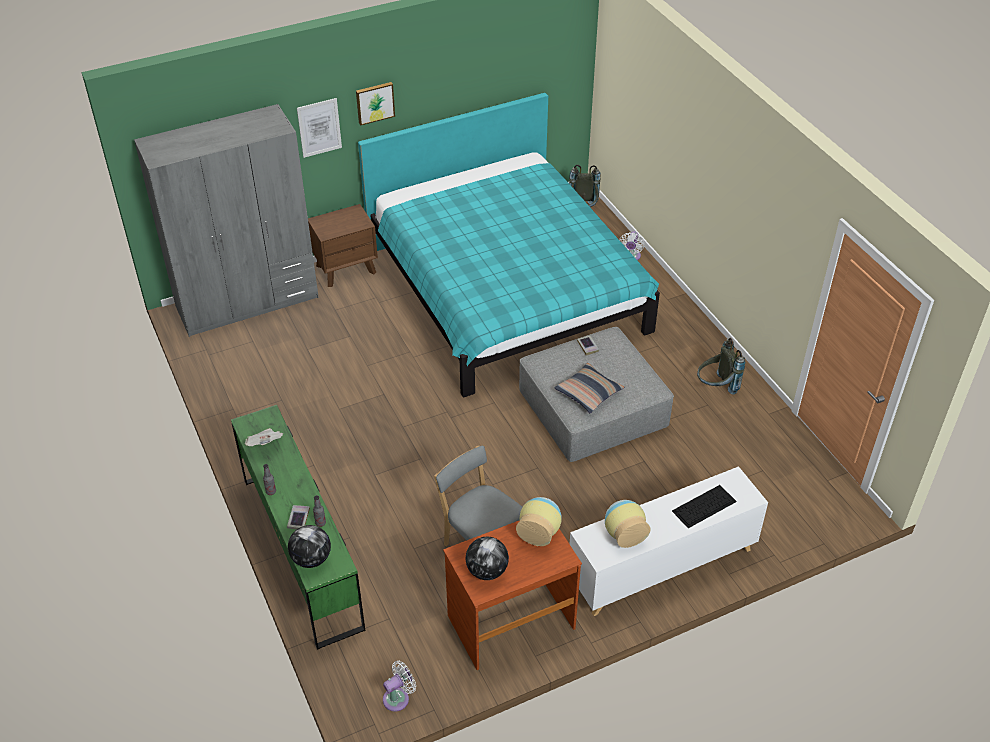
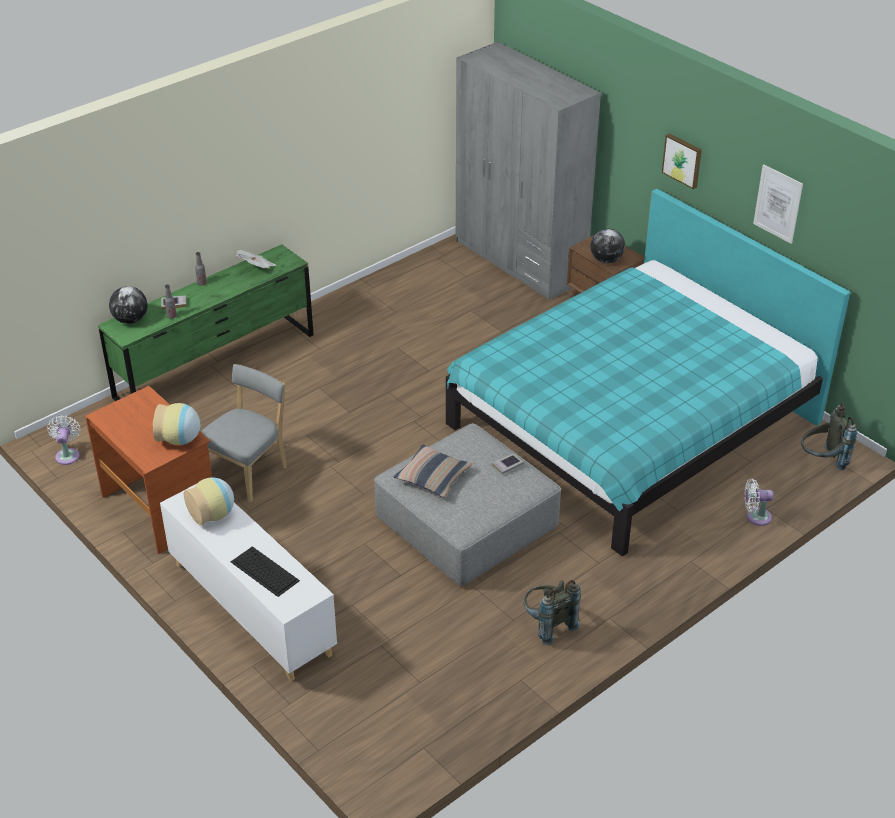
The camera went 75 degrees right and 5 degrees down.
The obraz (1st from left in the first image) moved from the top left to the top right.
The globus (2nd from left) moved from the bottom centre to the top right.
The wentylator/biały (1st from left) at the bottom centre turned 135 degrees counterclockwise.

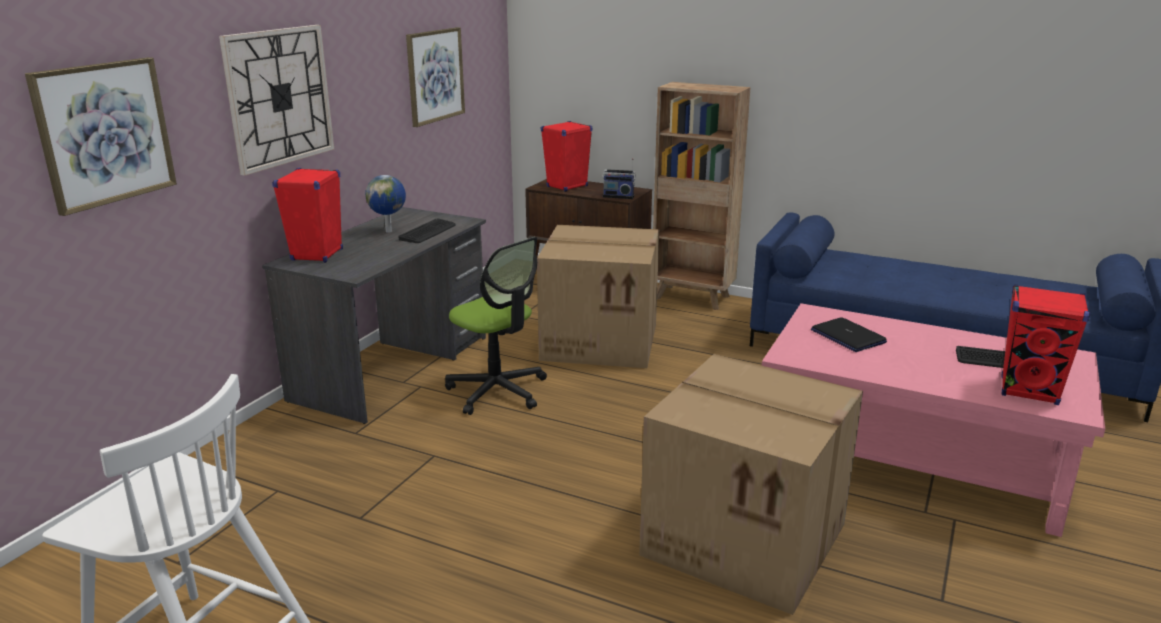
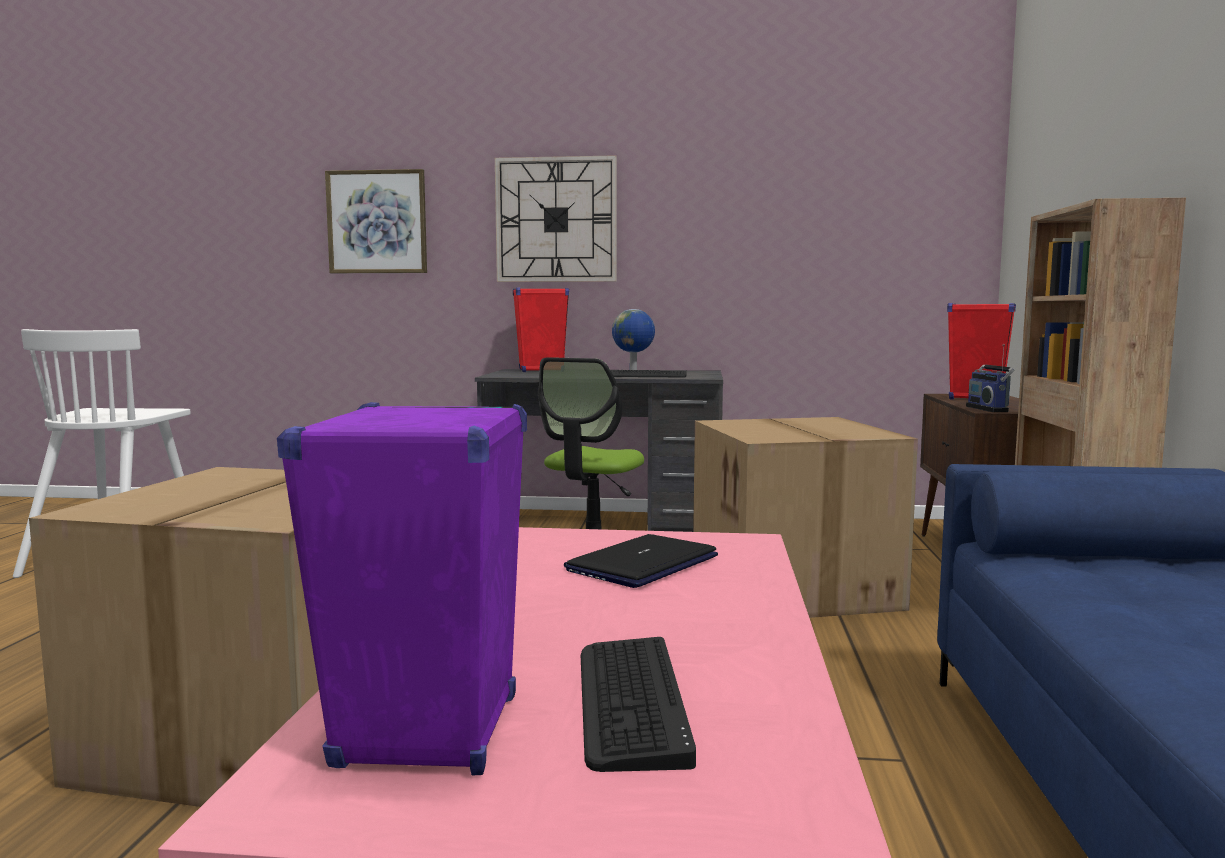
The camera went 70 degrees right and 15 degrees down.
The obraz (2nd from left) at the top centre disappeared.
The głośnik/czerwony (3rd from left) at the middle right became the głośnik/fioletowy at the bottom left.

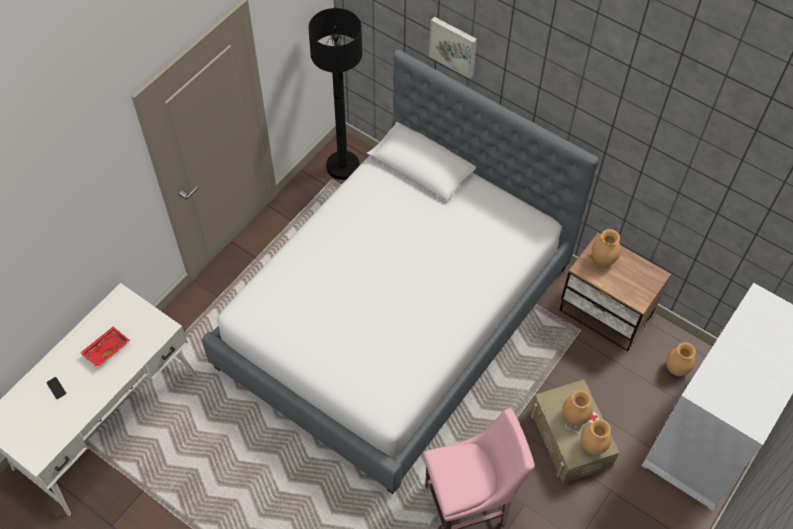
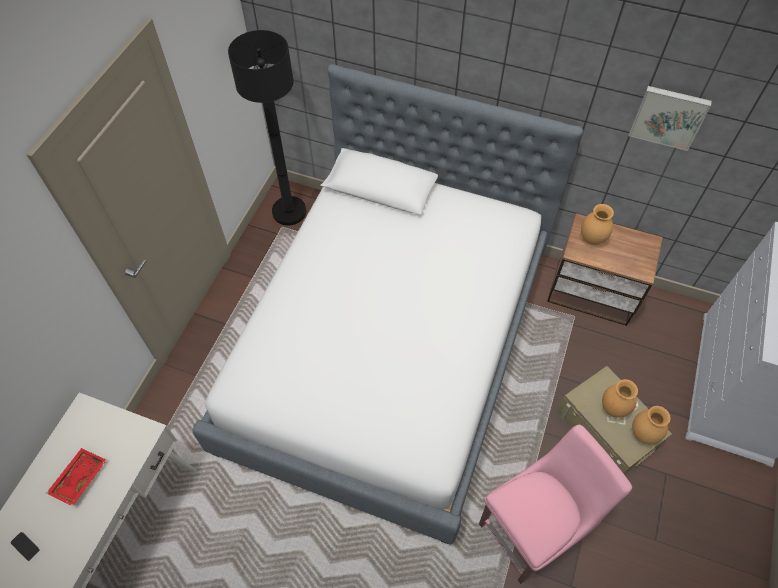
The camera went 15 degrees left and 0 degrees up.
The obraz moved from the top centre to the top right.
The wazon/brązowy (4th from left) at the bottom right disappeared.

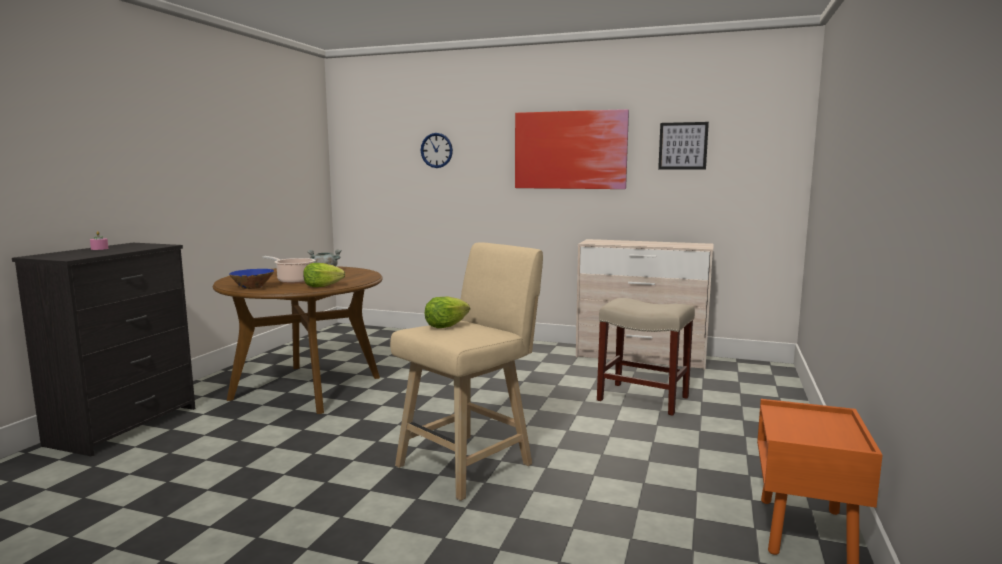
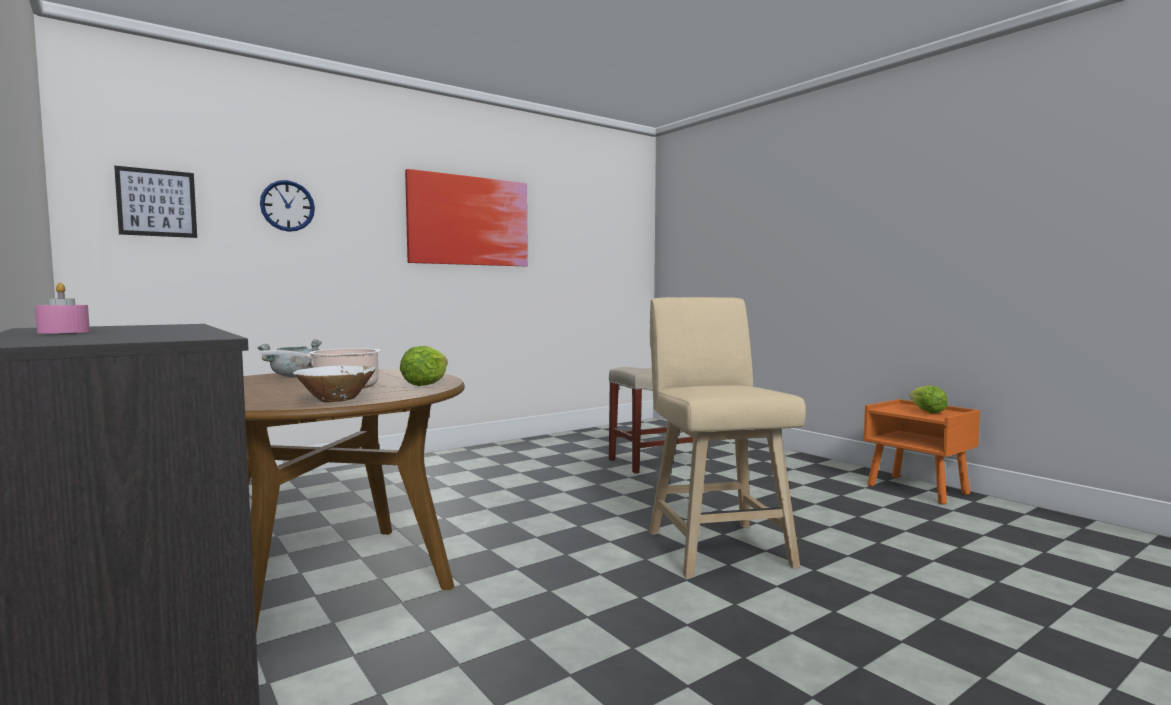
The camera went 55 degrees left and 5 degrees down.
The obraz (2nd from left in the first image) moved from the top right to the top left.
The komoda/beżowy at the centre disappeared.
The miska/niebieski at the middle left became the miska/biały at the middle left.
The sałata (2nd from left) moved from the centre to the middle right.

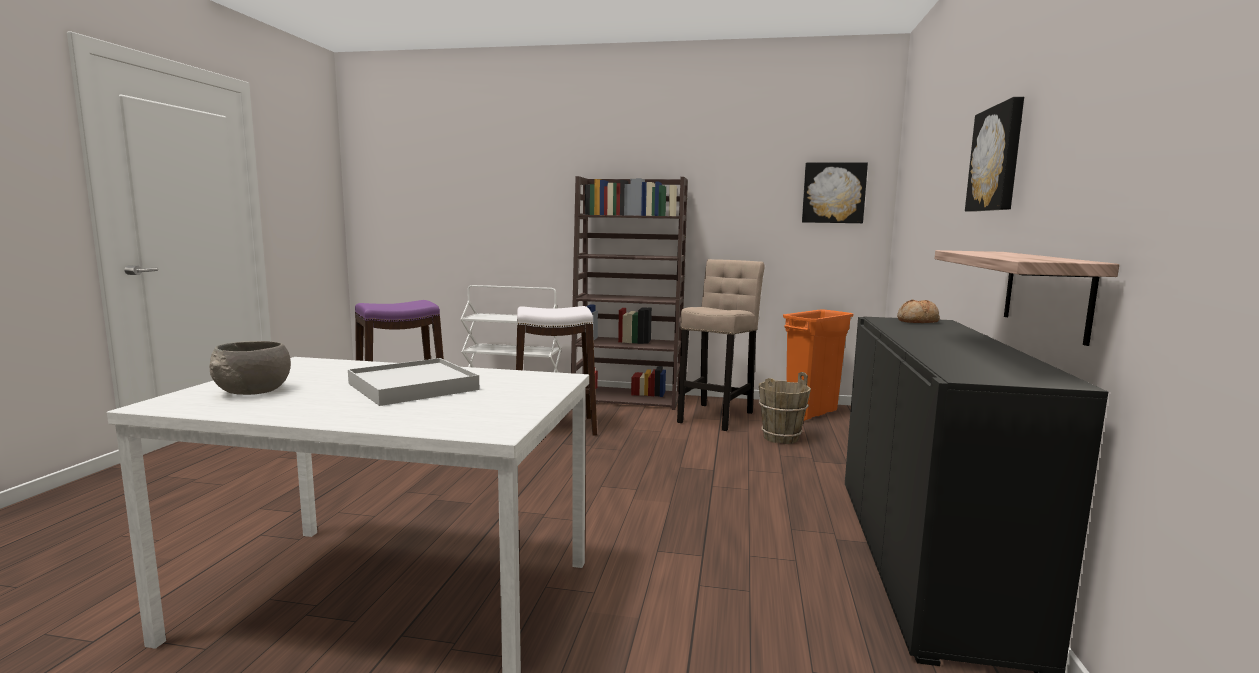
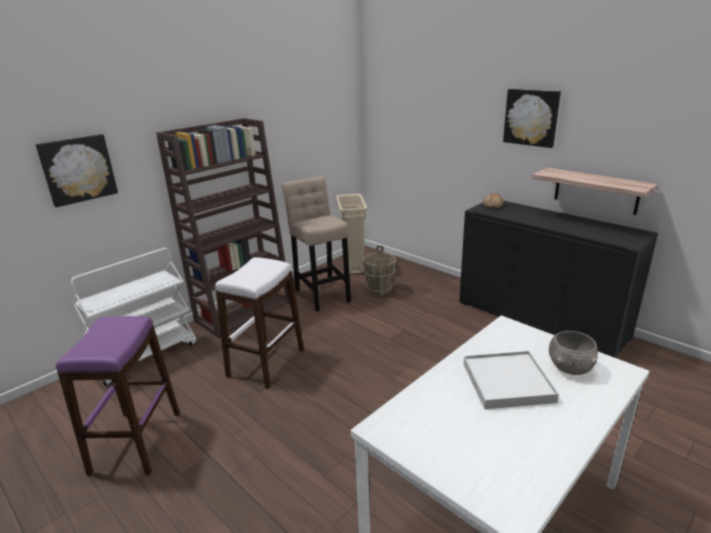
The camera went 55 degrees left and 15 degrees up.
The obraz (1st from left) moved from the top centre to the top left.
The kosz na śmieci/pomarańczowy at the centre became the kosz na śmieci/beżowy at the centre.
The miska/szary moved from the middle left to the middle right.

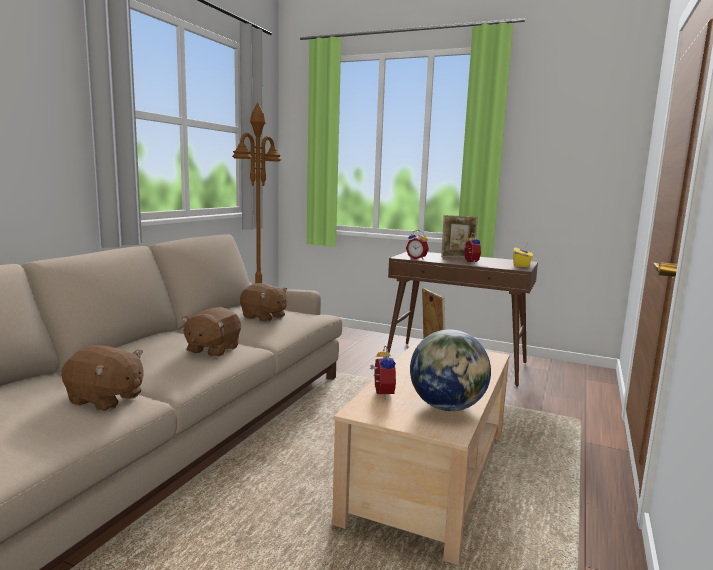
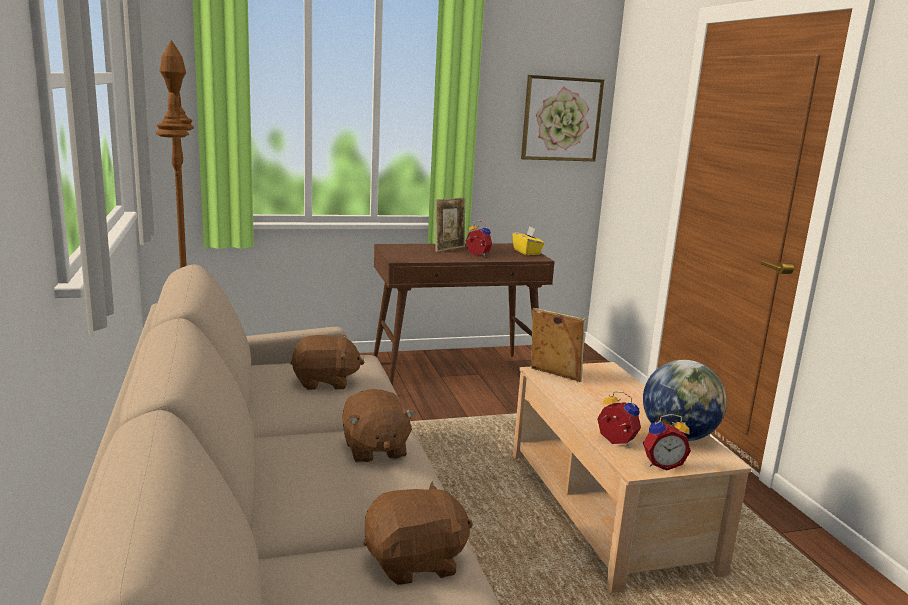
The camera went 40 degrees left and 5 degrees up.
The budzik (2nd from left in the first image) moved from the centre to the bottom right.
The obraz at the top centre appeared.

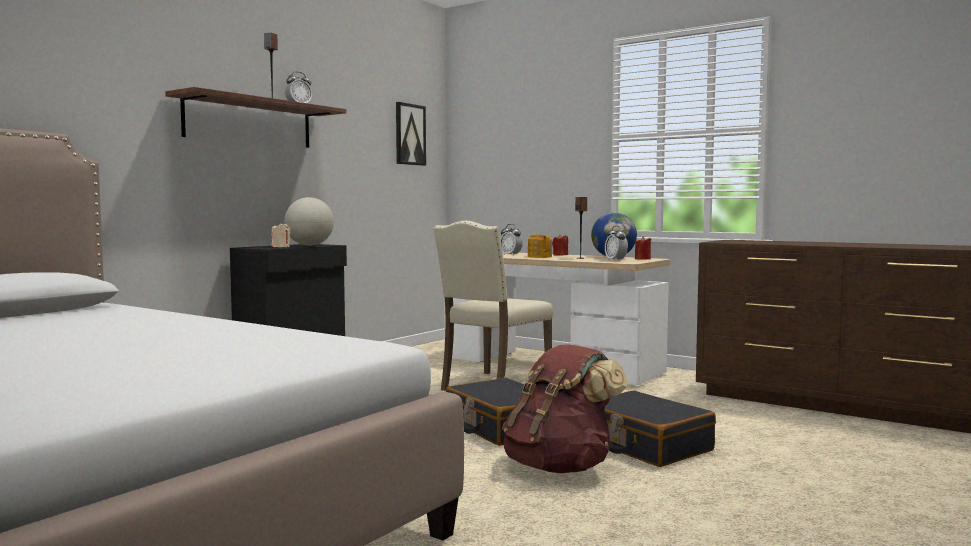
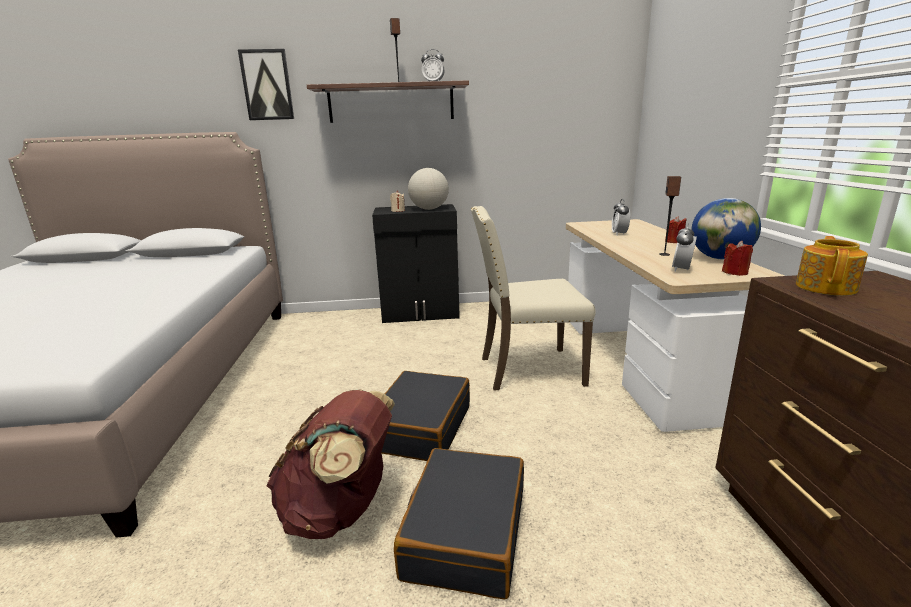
The camera went 50 degrees right and 15 degrees up.
The obraz moved from the top centre to the top left.
The imbryk moved from the centre to the middle right.

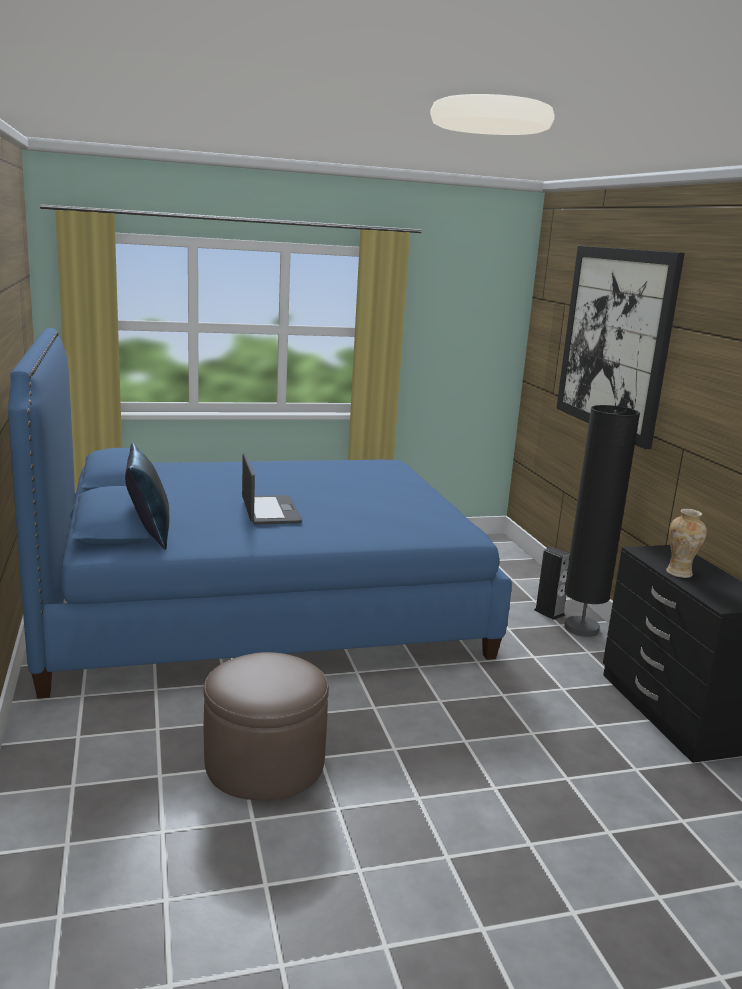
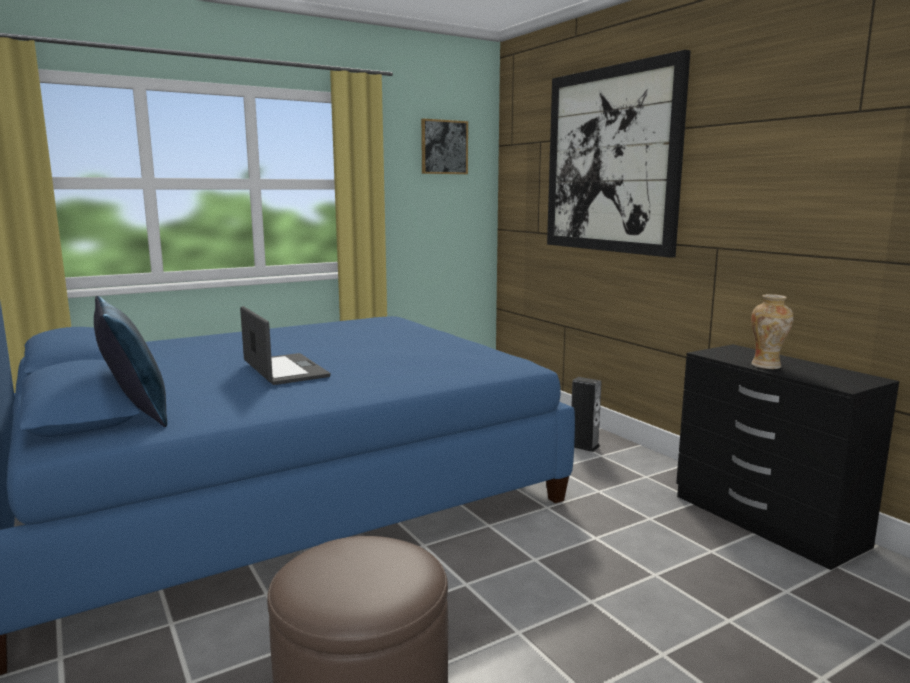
The camera went 15 degrees left and 5 degrees down.
The lampa stojąca/czarny at the middle right disappeared.
The obraz (1st from left) at the top centre appeared.

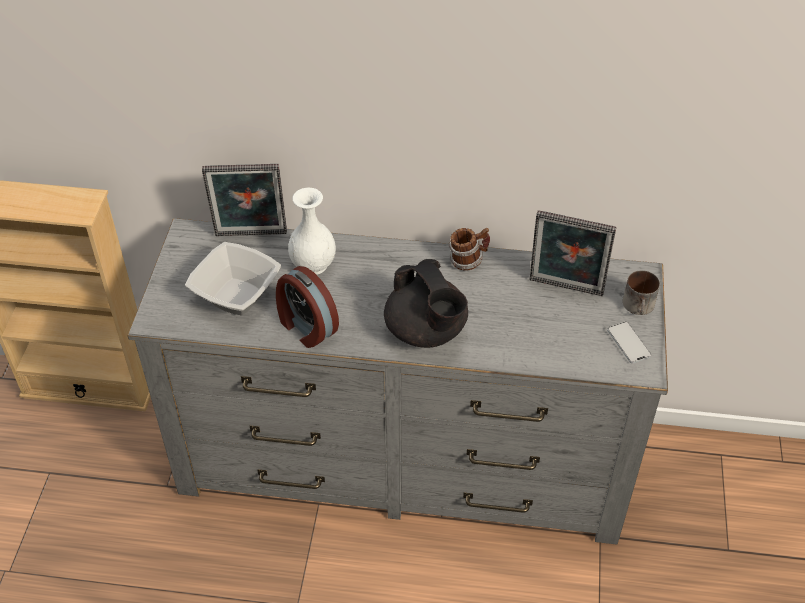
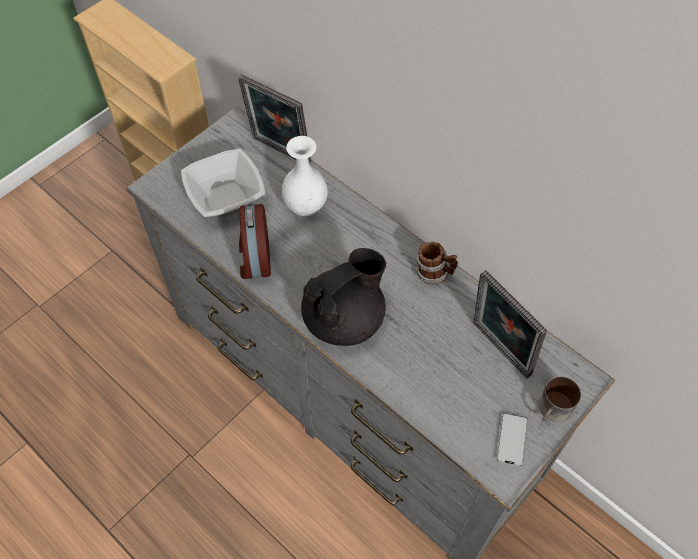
The camera went 35 degrees right and 10 degrees up.
The imbryk/czarny at the centre turned 135 degrees counterclockwise.

